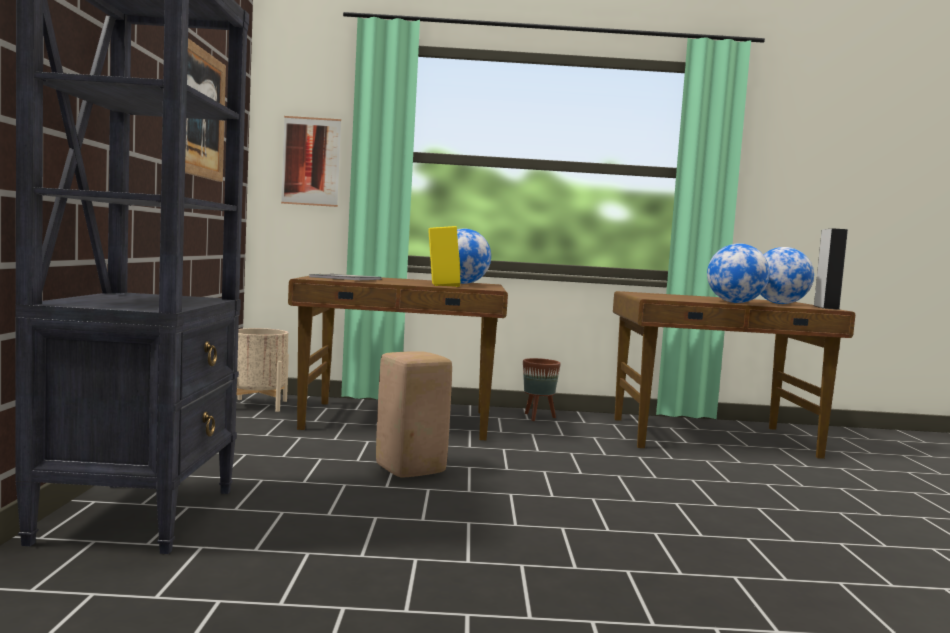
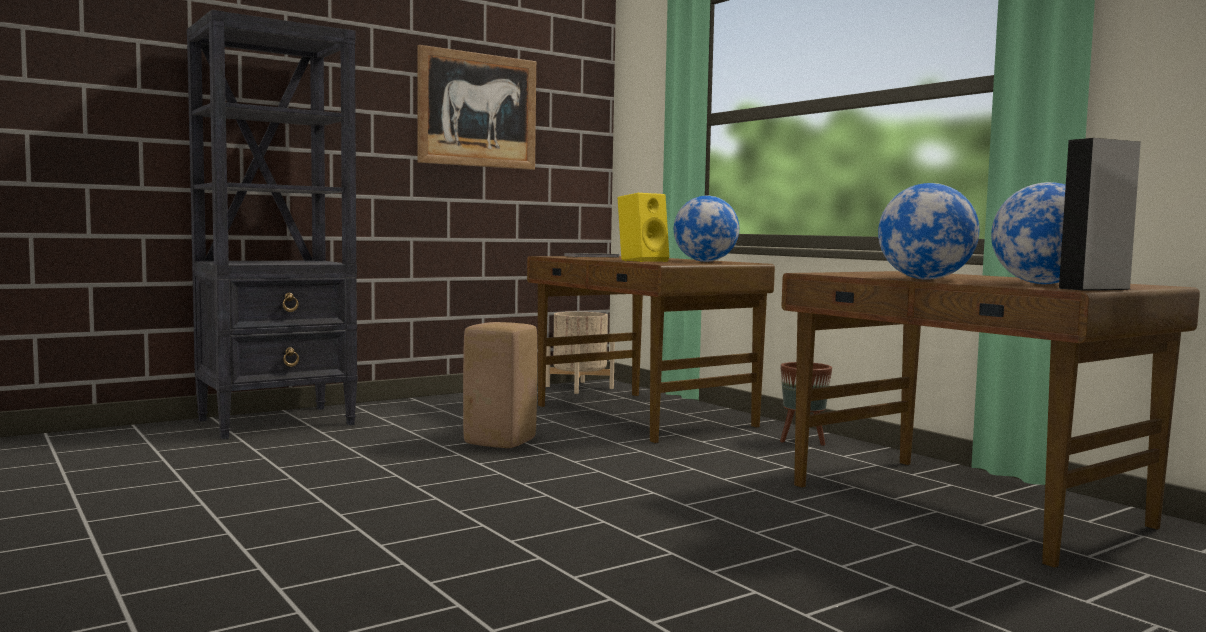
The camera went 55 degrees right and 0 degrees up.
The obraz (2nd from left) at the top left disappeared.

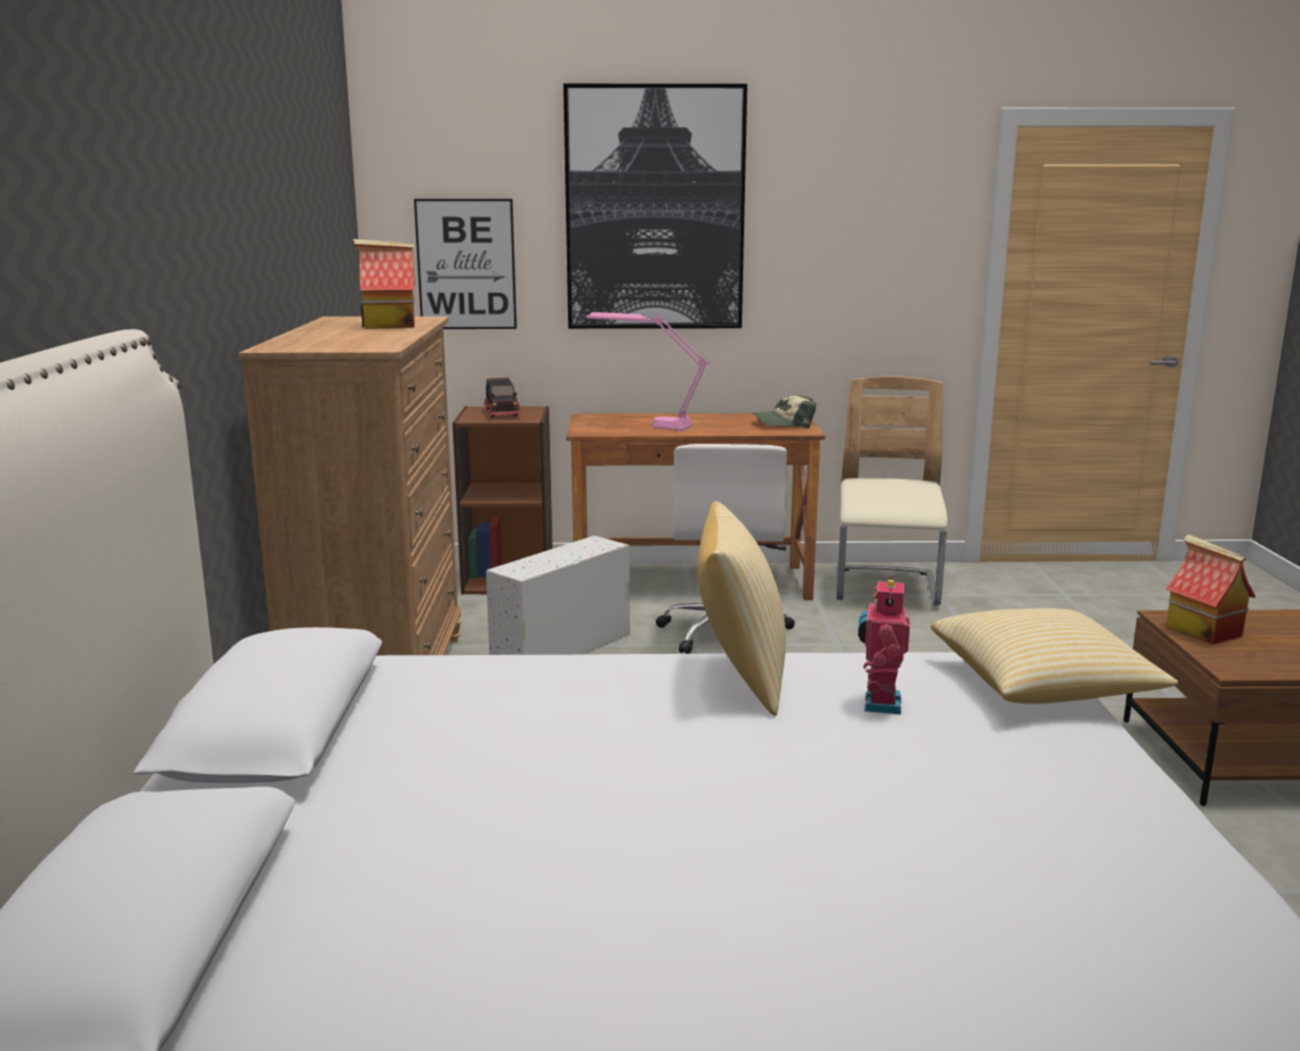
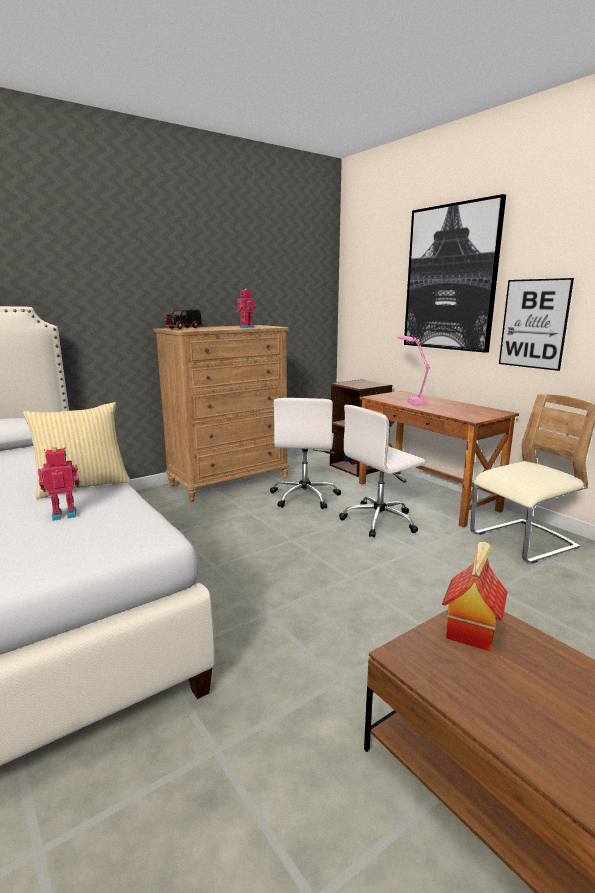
The camera went 55 degrees right and 0 degrees up.
The obraz (1st from left in the first image) moved from the top centre to the middle right.
The domek (1st from left) at the top left was replaced by the robot zabawkowy (2nd from left) at the centre.
The ciężarówka zabawkowa moved from the centre to the middle left.
The czapka z daszkiem at the centre disappeared.
The pojemnik do przechowywania/biały at the centre was replaced by the krzesło biurowe/biały (1st from left) at the centre.
The poduszka (2nd from left) at the middle right disappeared.

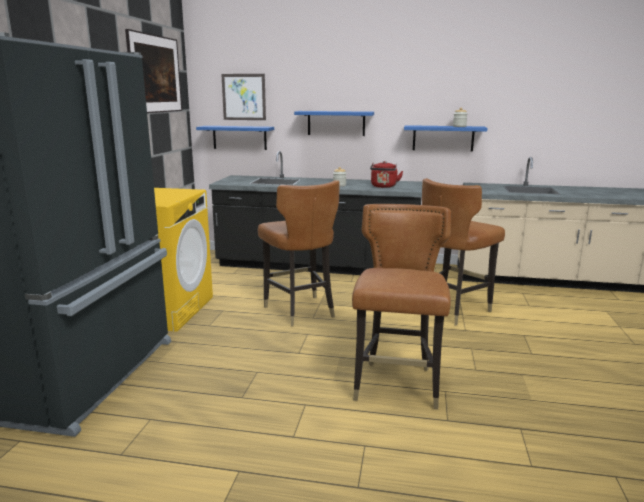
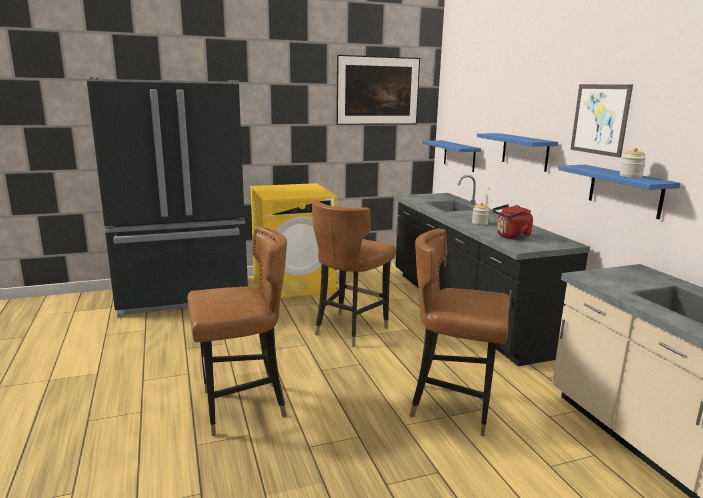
The camera went 60 degrees right and 0 degrees up.
The obraz (2nd from left) moved from the top centre to the top right.

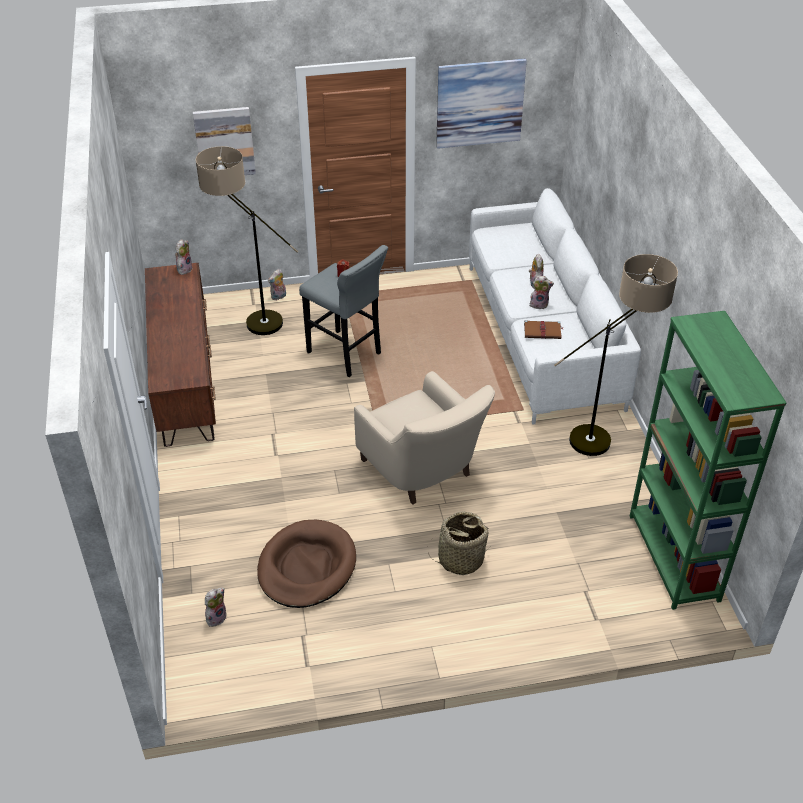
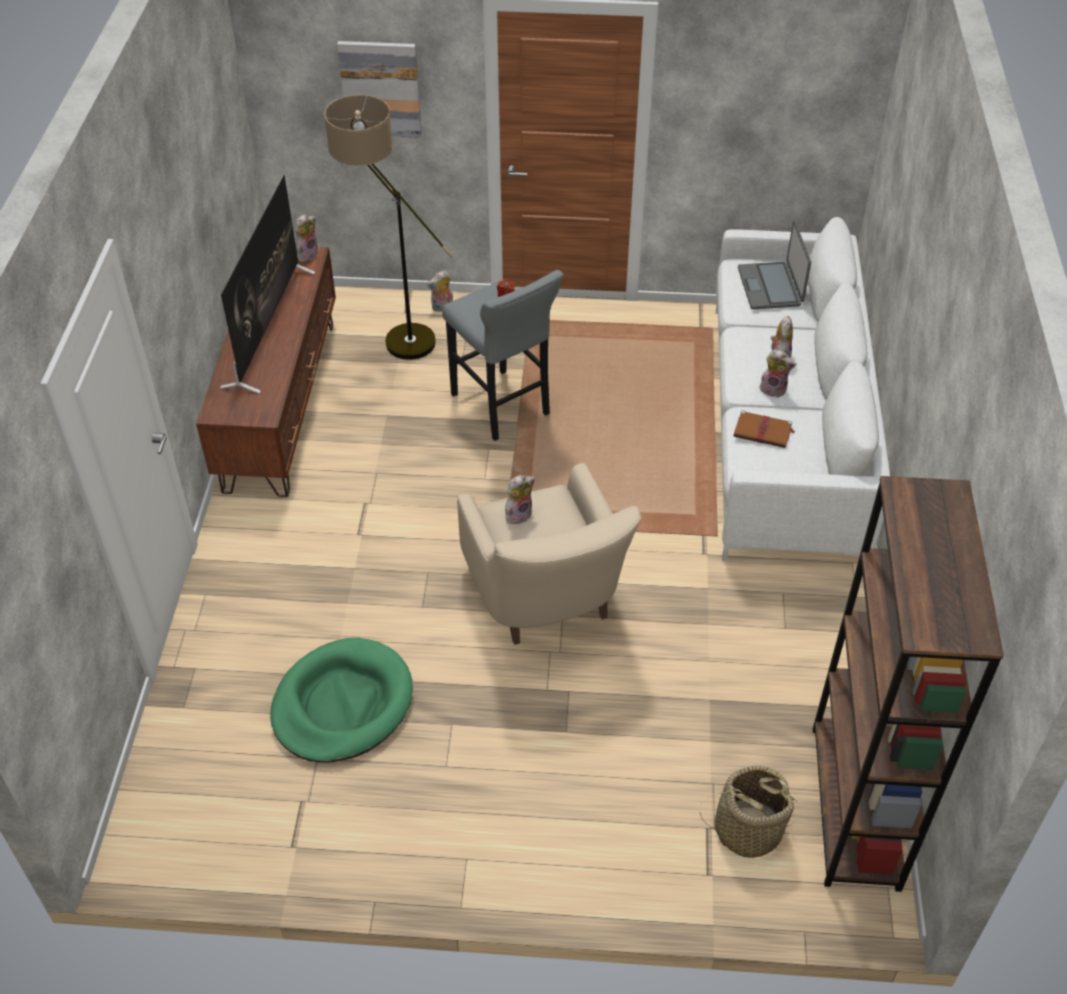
The camera went 15 degrees right and 5 degrees up.
The obraz (2nd from left) at the top centre disappeared.
The lampa stojąca (2nd from left) at the middle right disappeared.
The regał/zielony at the middle right became the regał/brązowy at the bottom right.
The koszyk moved from the bottom centre to the bottom right.
The legowisko/brązowy at the bottom centre became the legowisko/zielony at the bottom left.
The pluszak (2nd from left in the first image) moved from the bottom left to the centre.
The telewizor at the top left appeared.
The laptop at the top right appeared.

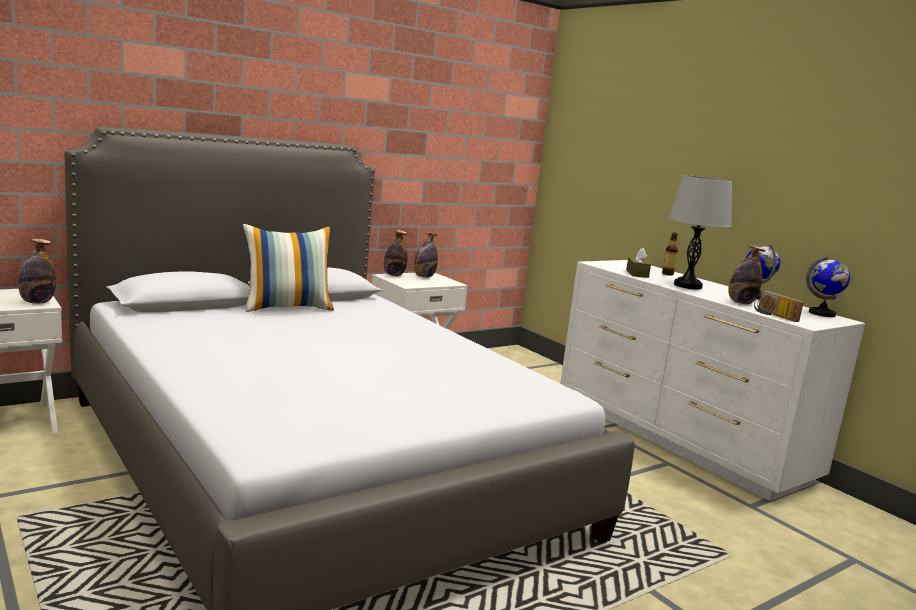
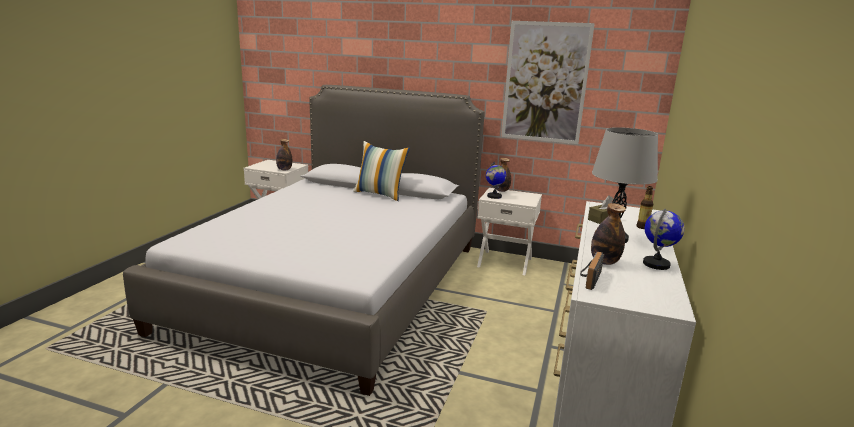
The camera went 55 degrees right and 5 degrees up.
The butelka (3rd from left) at the centre disappeared.
The globus (2nd from left in the first image) moved from the middle right to the centre.
The obraz at the top centre appeared.

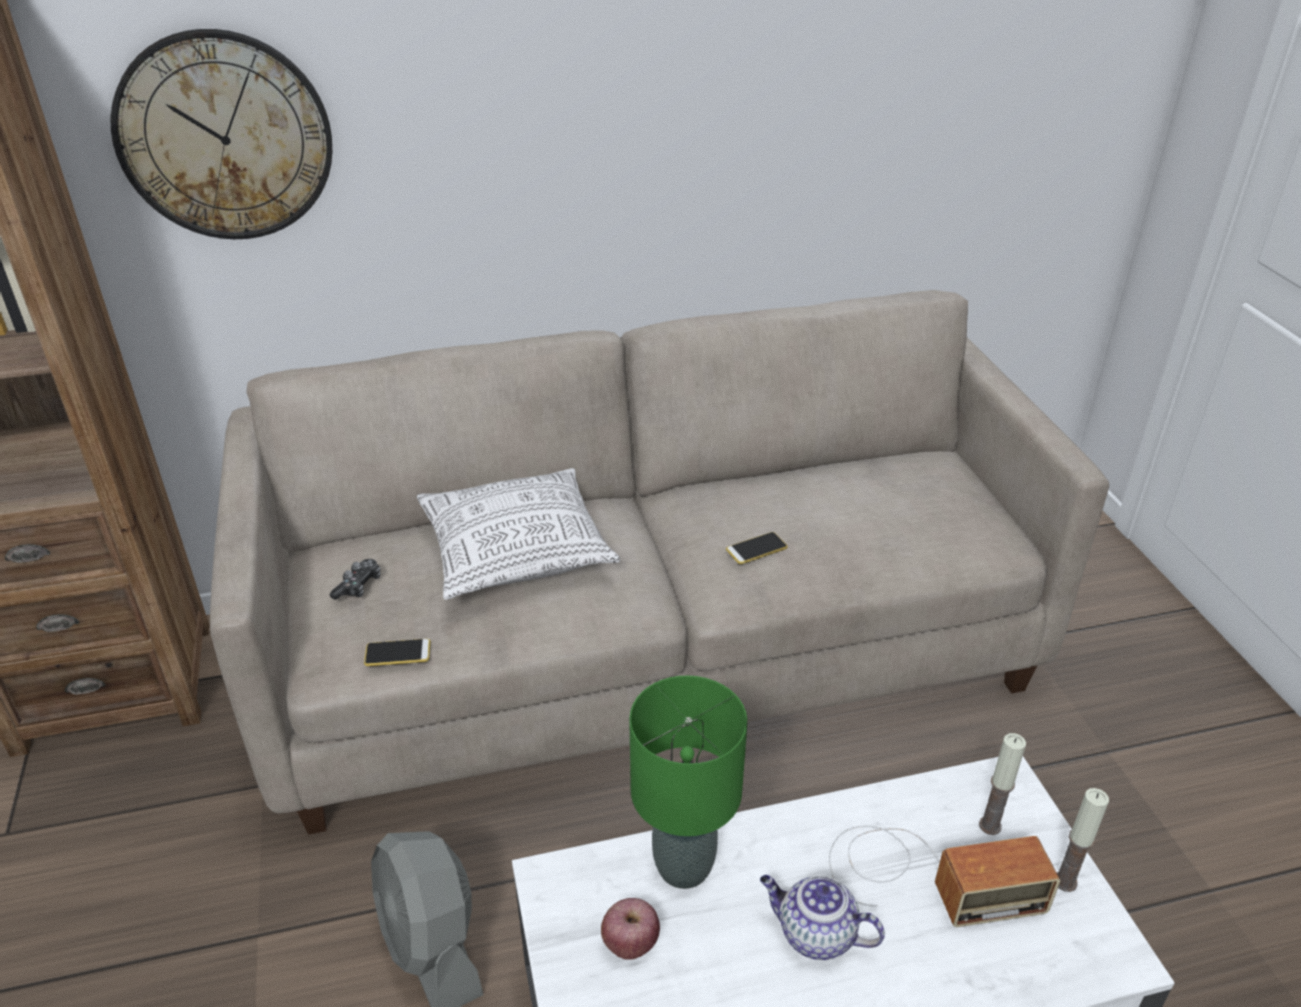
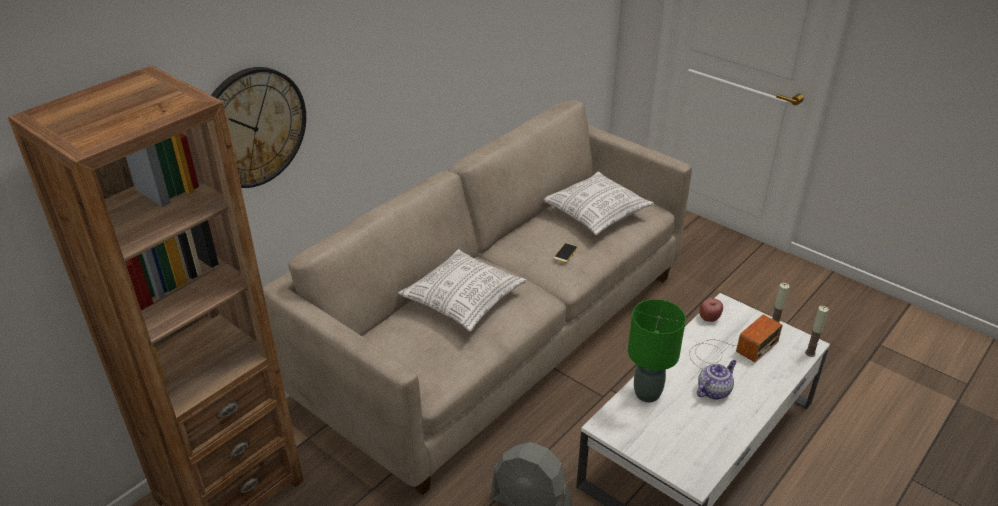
The camera went 35 degrees left and 0 degrees up.
The pad do gier at the middle left disappeared.
The telefon (1st from left) at the middle left disappeared.
The świeca (1st from left in the first image) moved from the bottom right to the middle right.
The imbryk at the bottom centre turned 150 degrees clockwise.
The jabłko moved from the bottom centre to the middle right.
The poduszka (2nd from left) at the centre appeared.

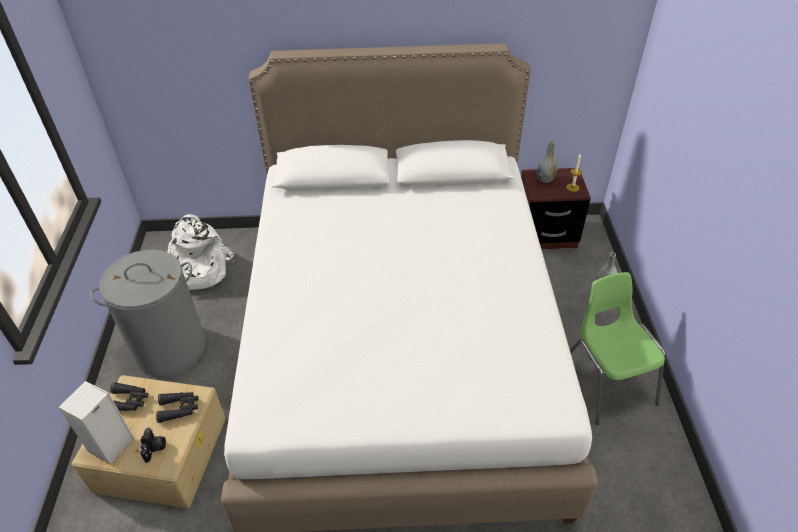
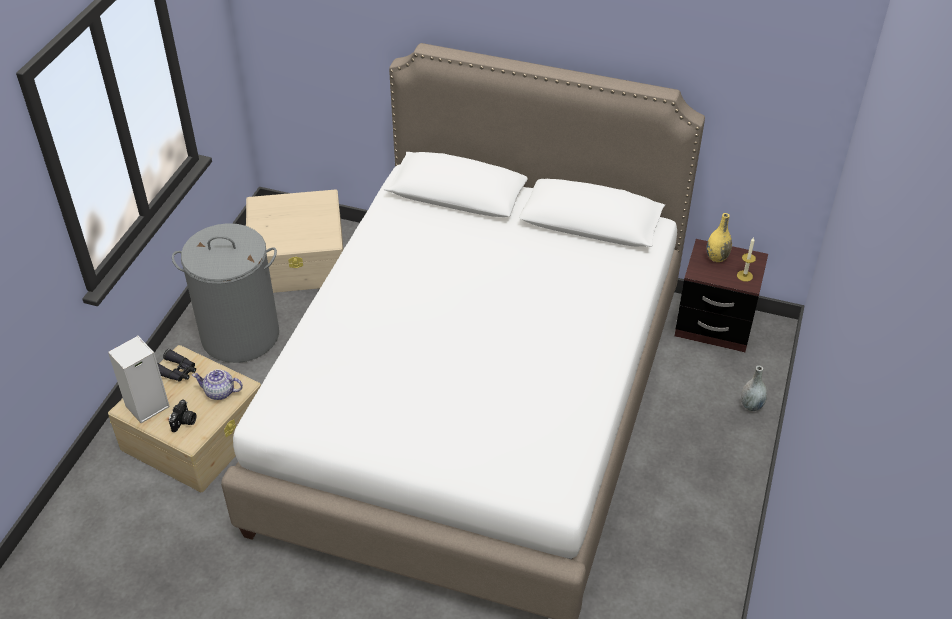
The camera went 20 degrees right and 0 degrees up.
The wazon/szary (1st from left) at the top right became the wazon/żółty at the middle right.
The plecak/biały at the middle left was replaced by the pojemnik do przechowywania/beżowy (2nd from left) at the middle left.
The krzesło/zielony at the middle right disappeared.
The lornetka/czarny (2nd from left) at the bottom left was replaced by the imbryk at the middle left.

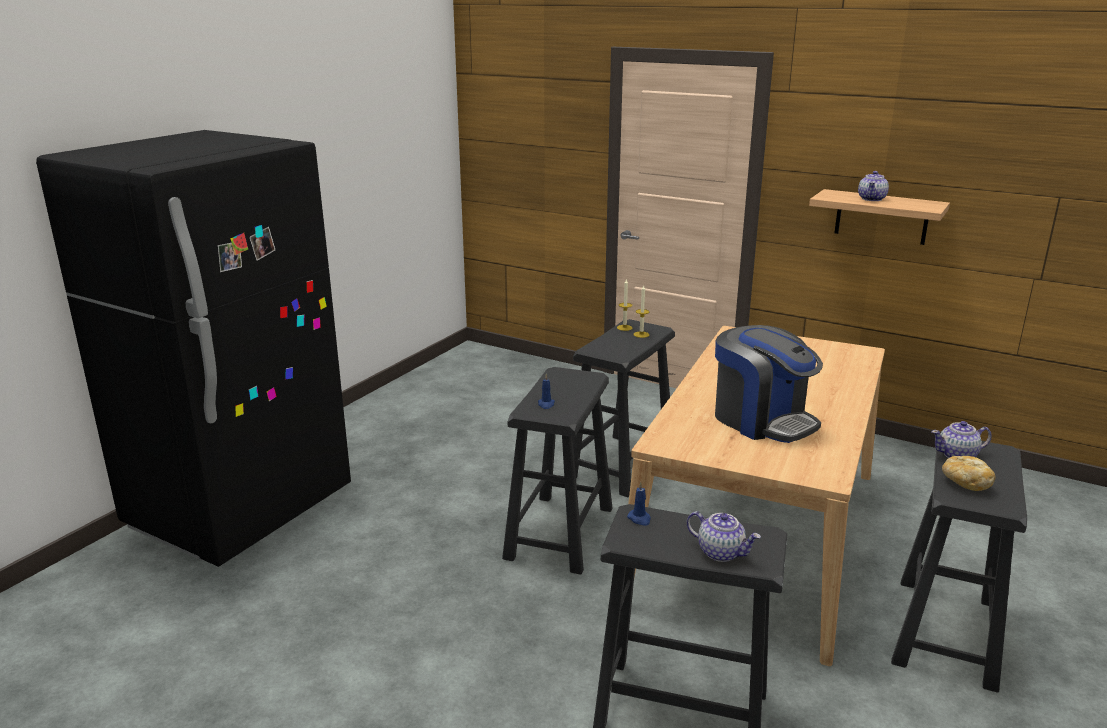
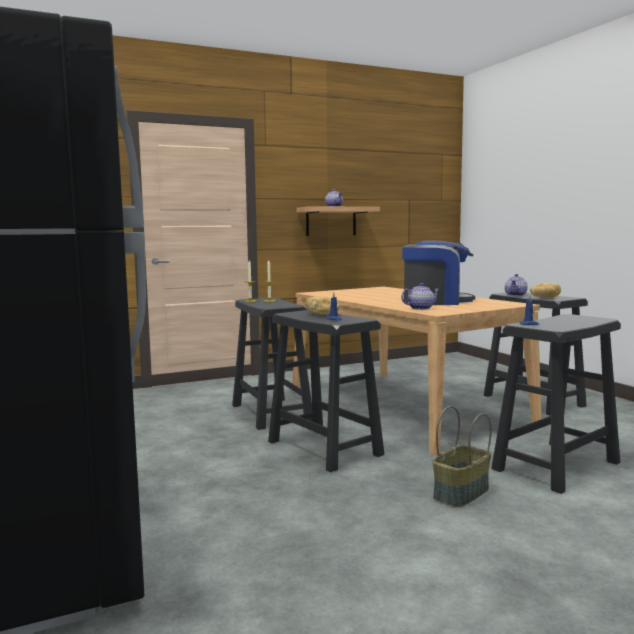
The camera went 55 degrees left and 15 degrees down.
The imbryk (1st from left in the first image) moved from the bottom centre to the centre.
The chleb (1st from left) at the centre appeared.
The koszyk at the bottom right appeared.

